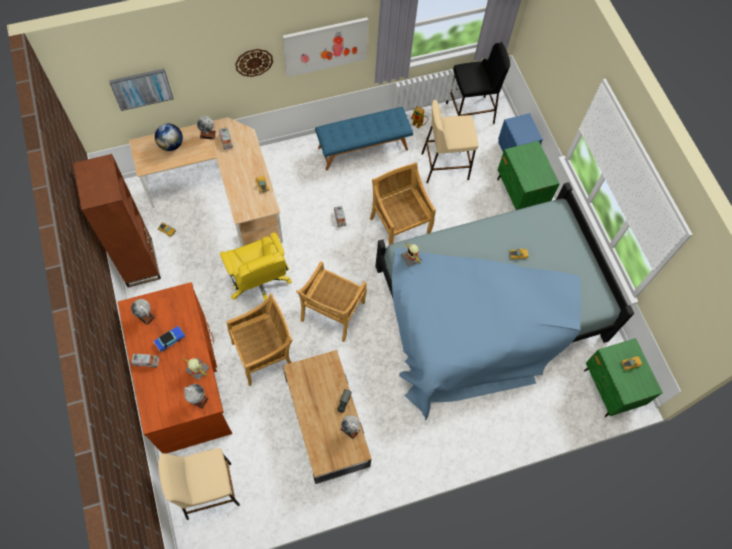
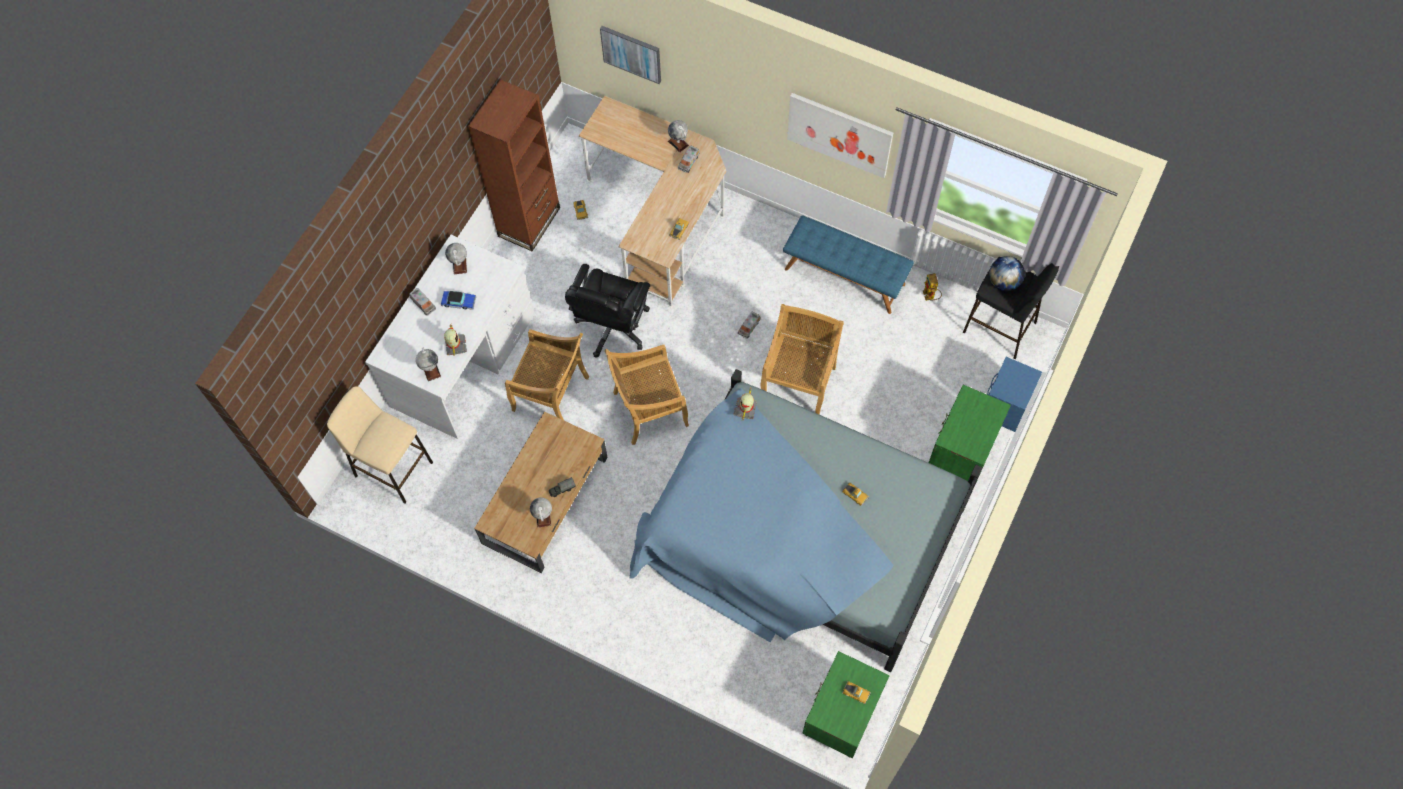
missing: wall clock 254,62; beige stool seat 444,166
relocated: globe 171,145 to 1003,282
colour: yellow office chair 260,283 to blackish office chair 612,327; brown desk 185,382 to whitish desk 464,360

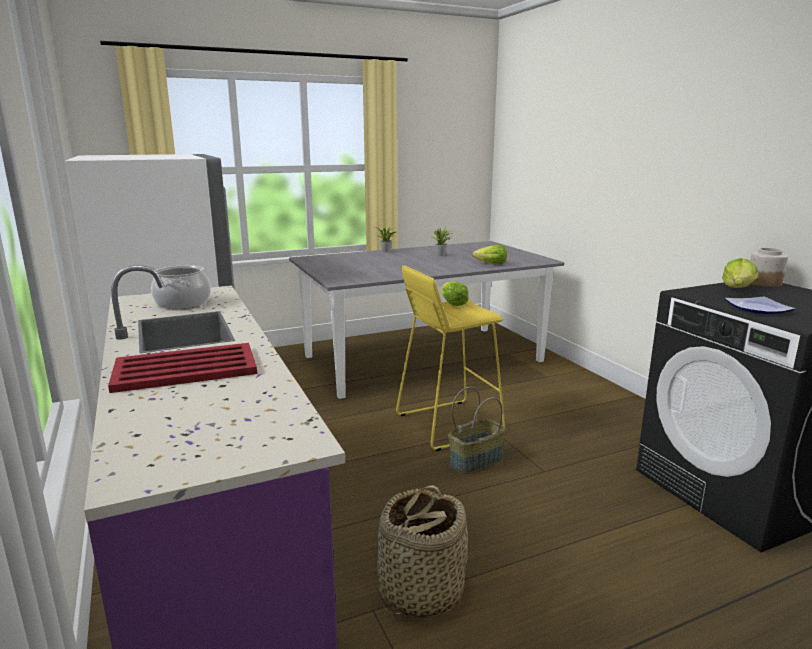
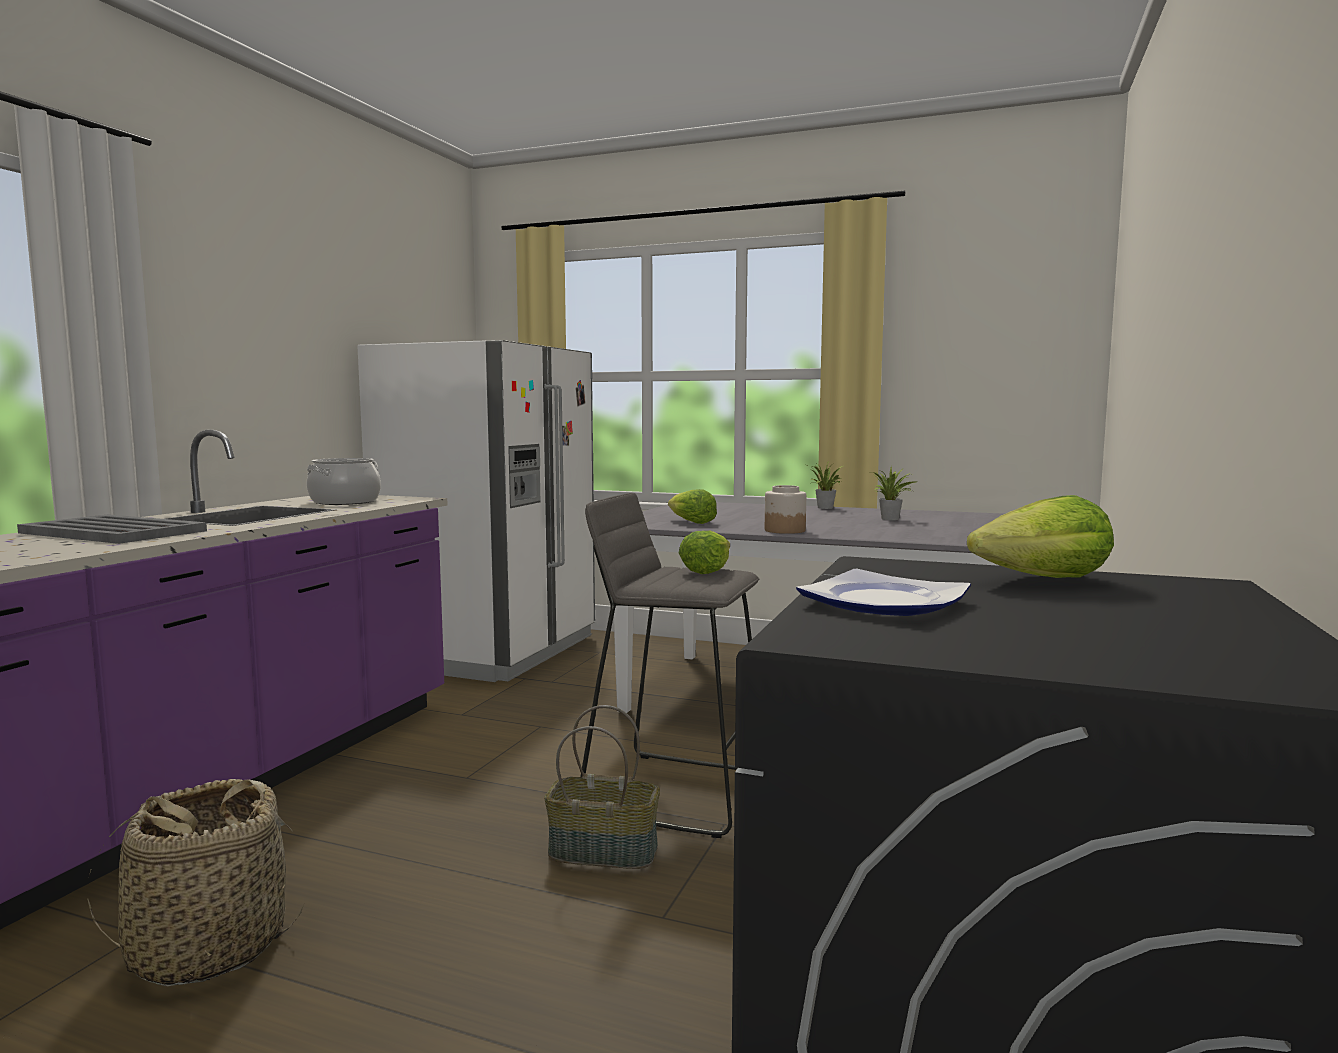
relocated: head of lettuce 491,264 to 690,522; jar 763,283 to 784,530
colour: yellow stool seat 448,424 to gray stool seat 676,792; reddish carrying tray 187,369 to gray carrying tray 113,532

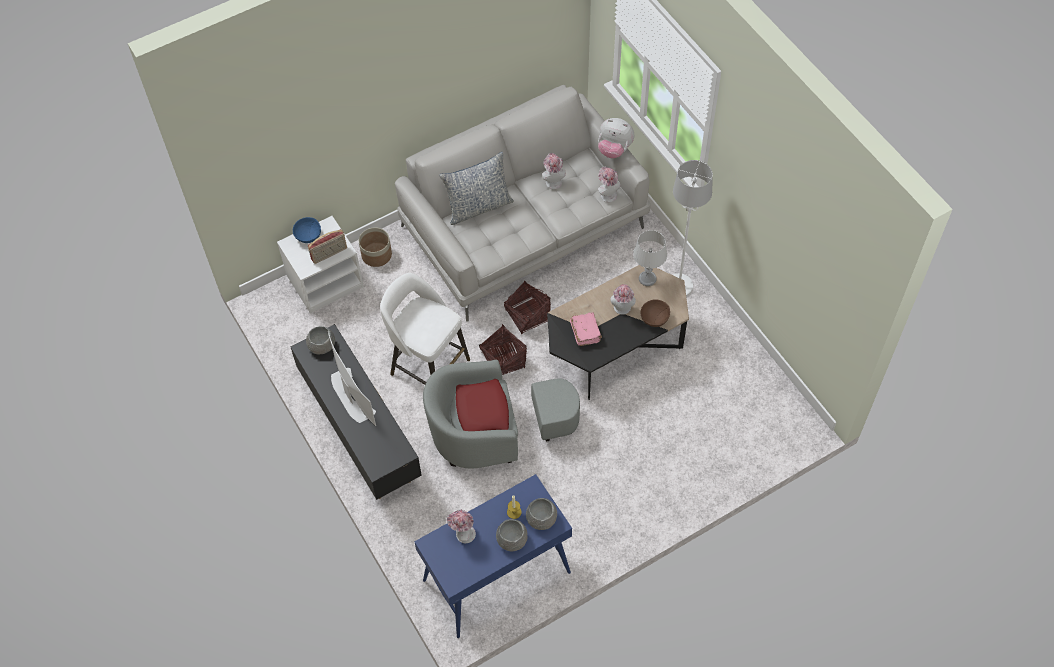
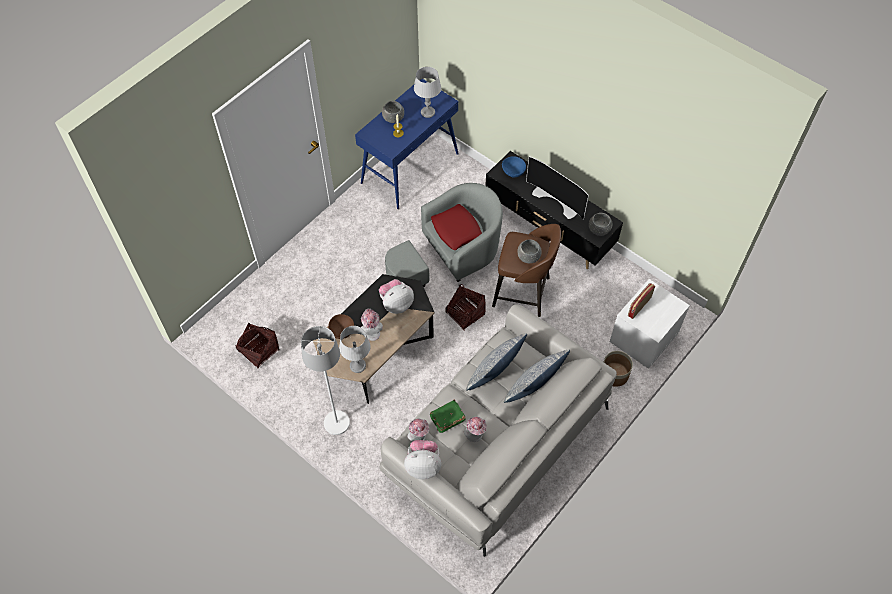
appeared: cushion 494,374; green volume 447,419
relocated: bluish deep dish 308,236 to 513,172; storage basket 527,315 to 259,351; gray deep dish 541,518 to 528,256
exchanged: pink-coloured volume 585,332 to plush toy 396,304; wearable hat 462,534 to gray table lamp 427,112
colour: whitish stool seat 428,365 to brown stool seat 523,292

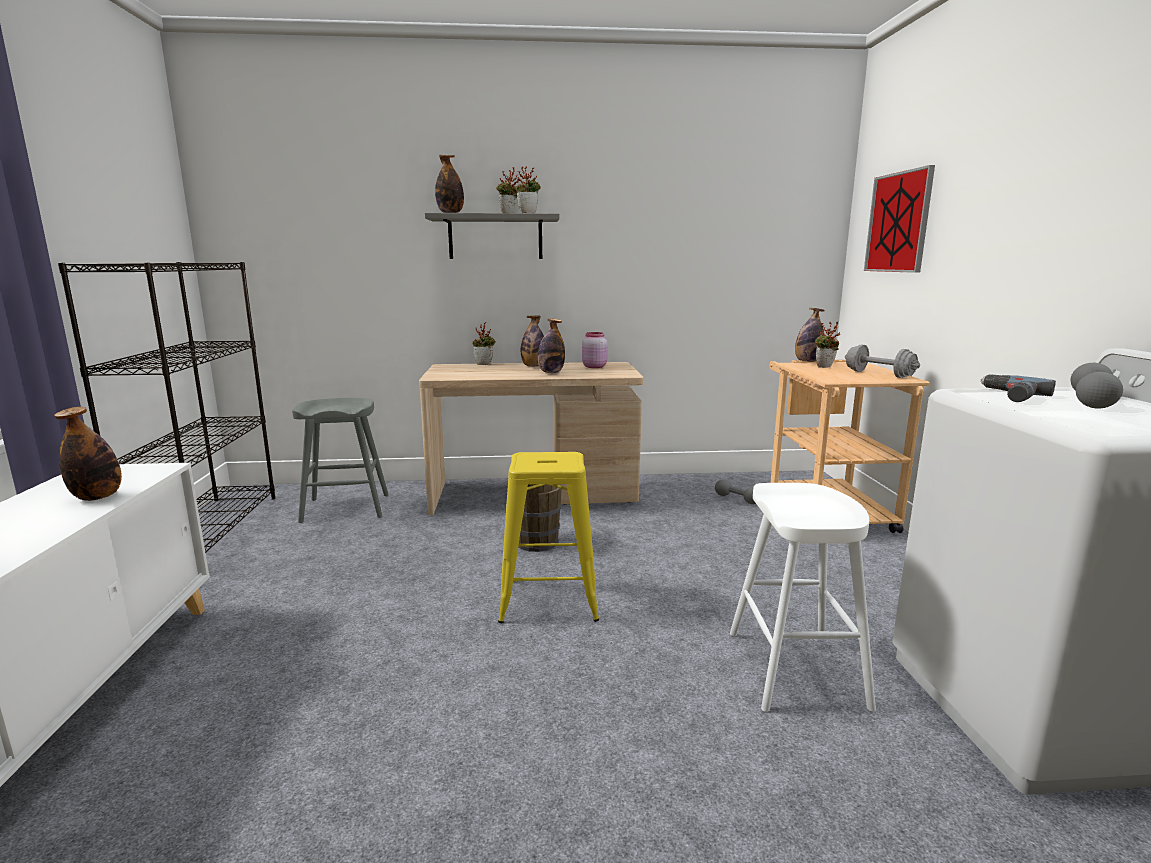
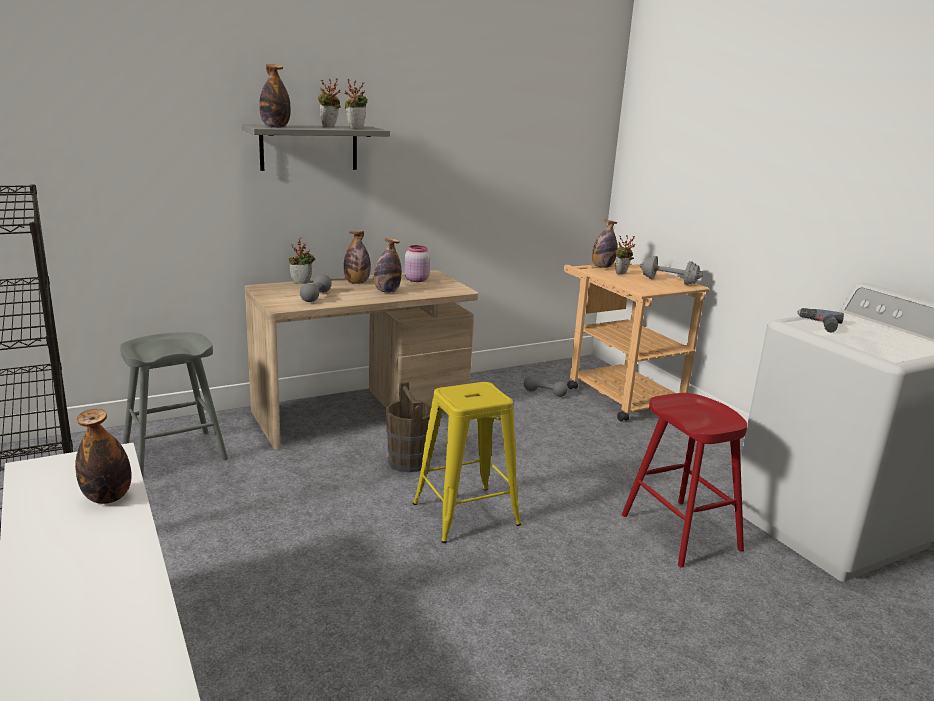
missing: wall picture 898,222
relocated: gray dumbbell 1091,401 to 316,297
colour: whitish stool seat 795,668 to reddish stool seat 680,532

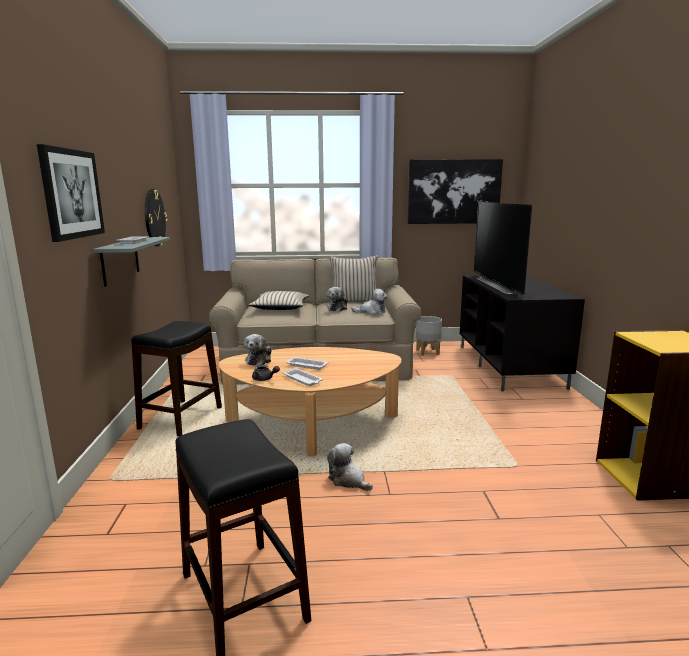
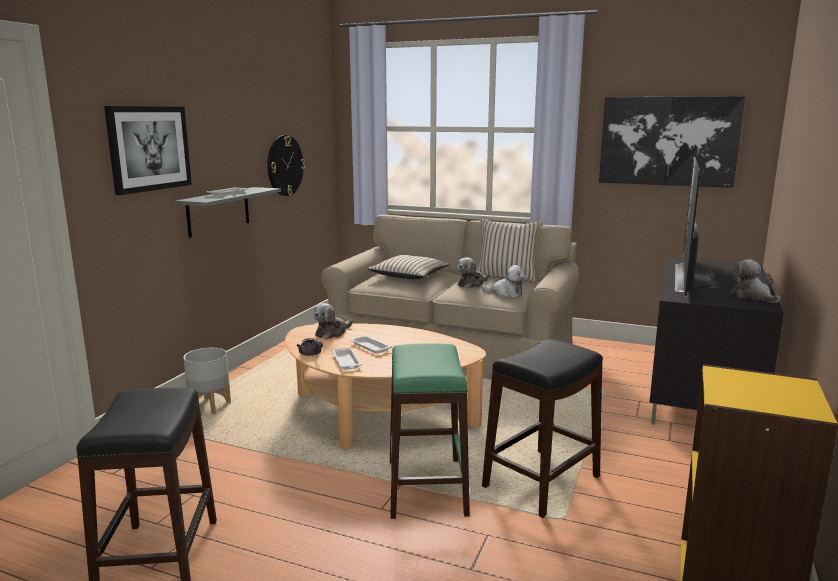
appeared: green stool seat 427,487
relocated: gray planter 427,352 to 209,407; blackish stool seat 180,418 to 540,481; plush toy 348,480 to 752,296

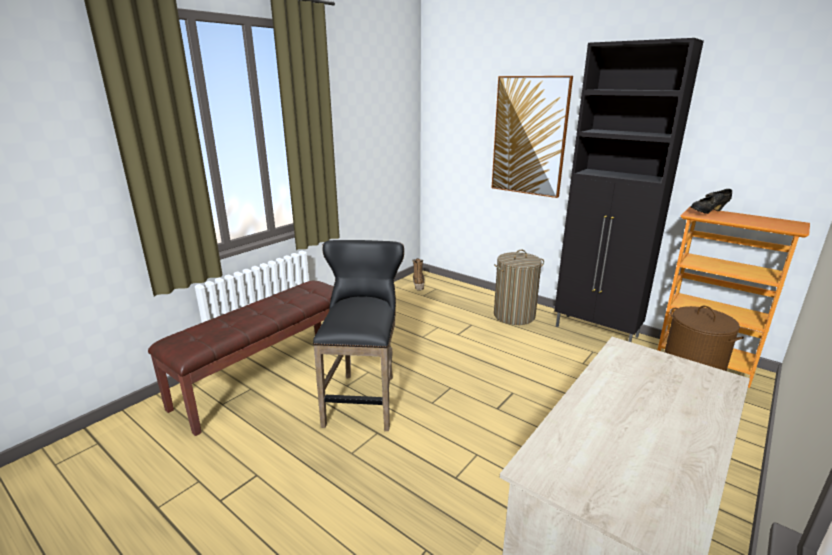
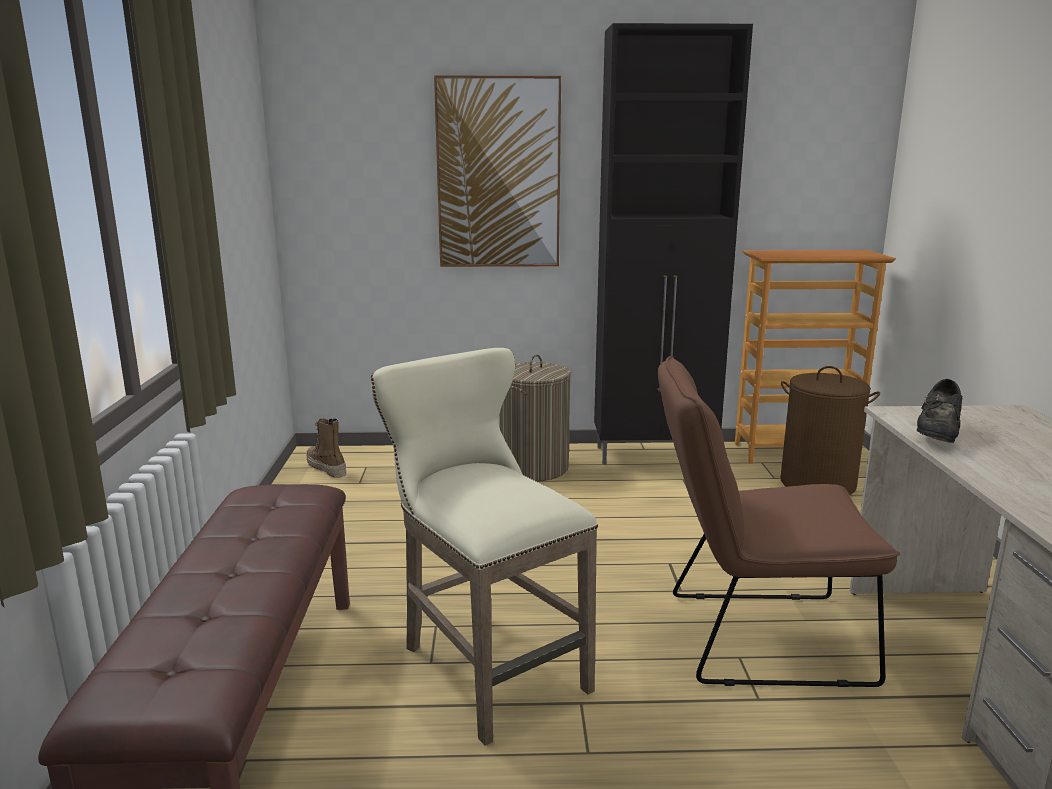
appeared: brown chair 752,637
relocated: blackish item of footwear 708,212 to 937,436
colour: blackish stool seat 364,397 to beige stool seat 485,665

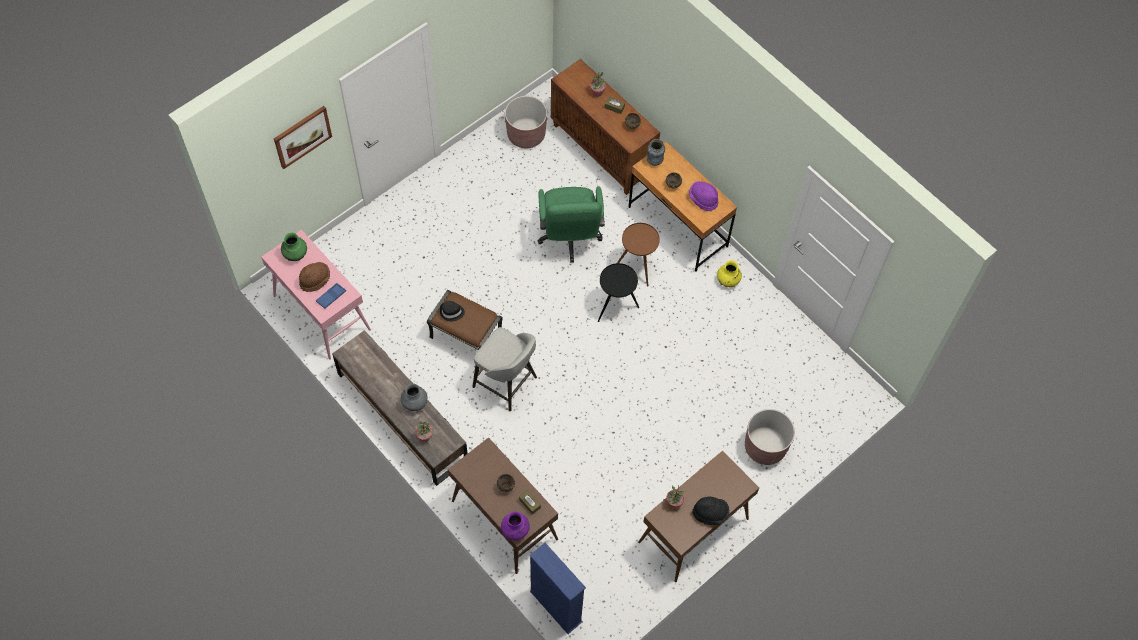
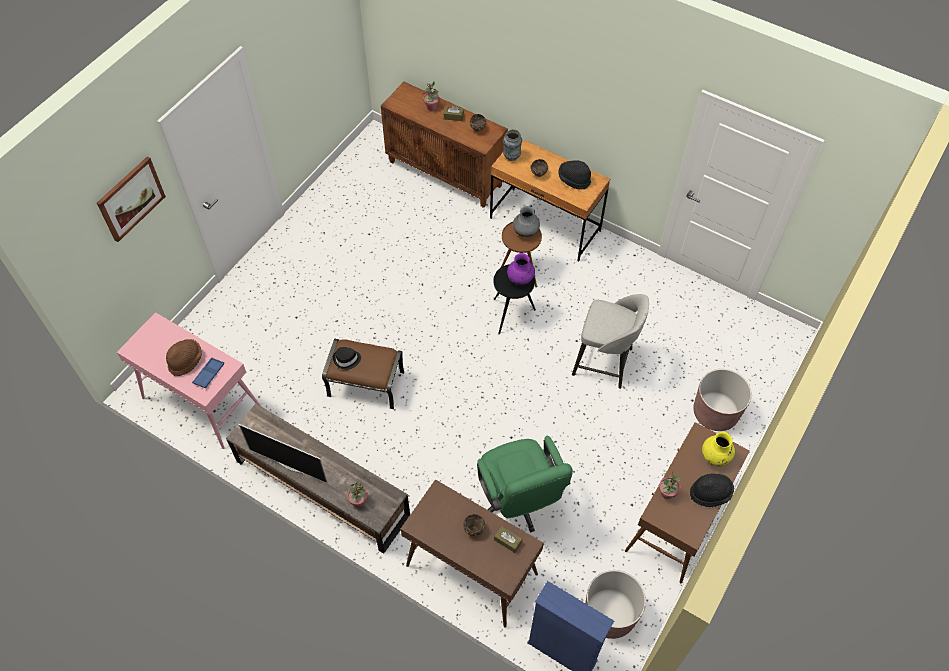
missing: green vase 295,254
appeared: television 291,466
relocated: brown planter 526,135 to 609,614; green office chair 569,239 to 518,502; yellow vase 728,281 to 715,457; gray stool seat 506,383 to 604,362; gray vase 415,403 to 525,232; purple-coloured vase 515,530 to 520,279
colour: purple-coloured wearable hat 703,199 to blackish wearable hat 574,180

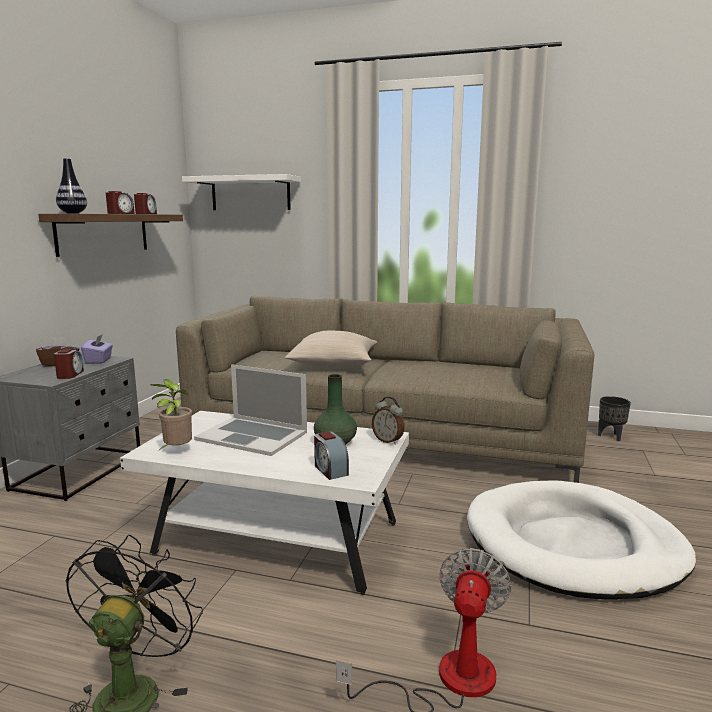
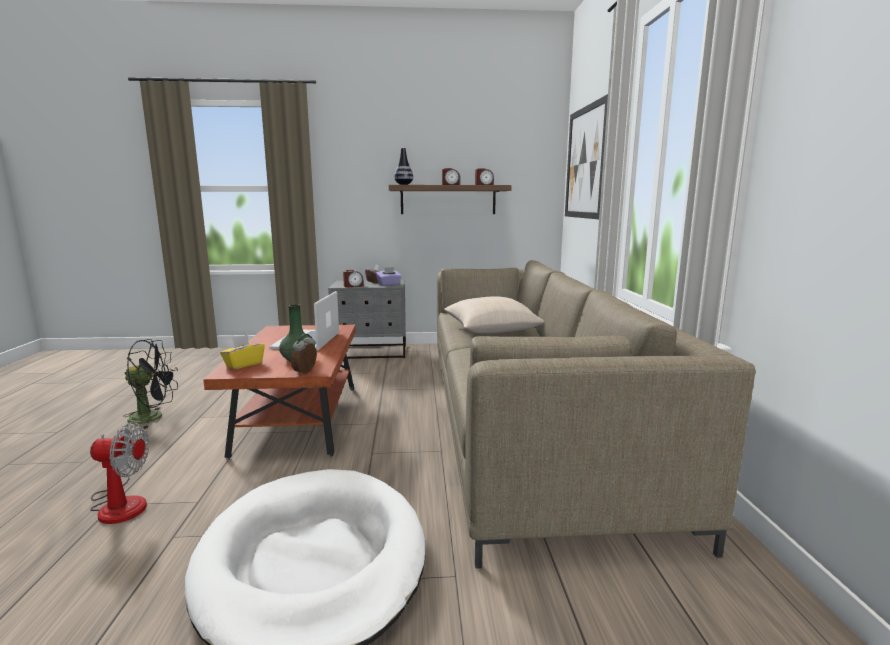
missing: plant in a pot 176,451; blackish planter 611,436
exchanged: whitish shelf 250,194 to wall picture 585,163; bedside clock 330,470 to yellow box of tissues 243,364
colour: whitish lounge table 277,539 to brown lounge table 299,419

